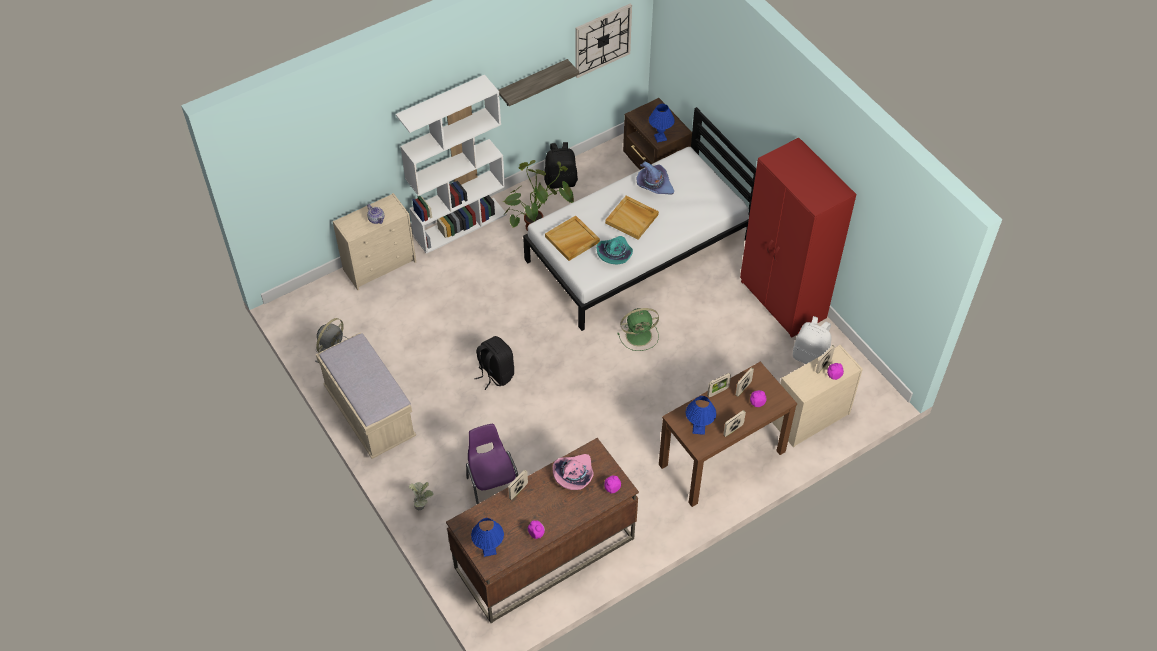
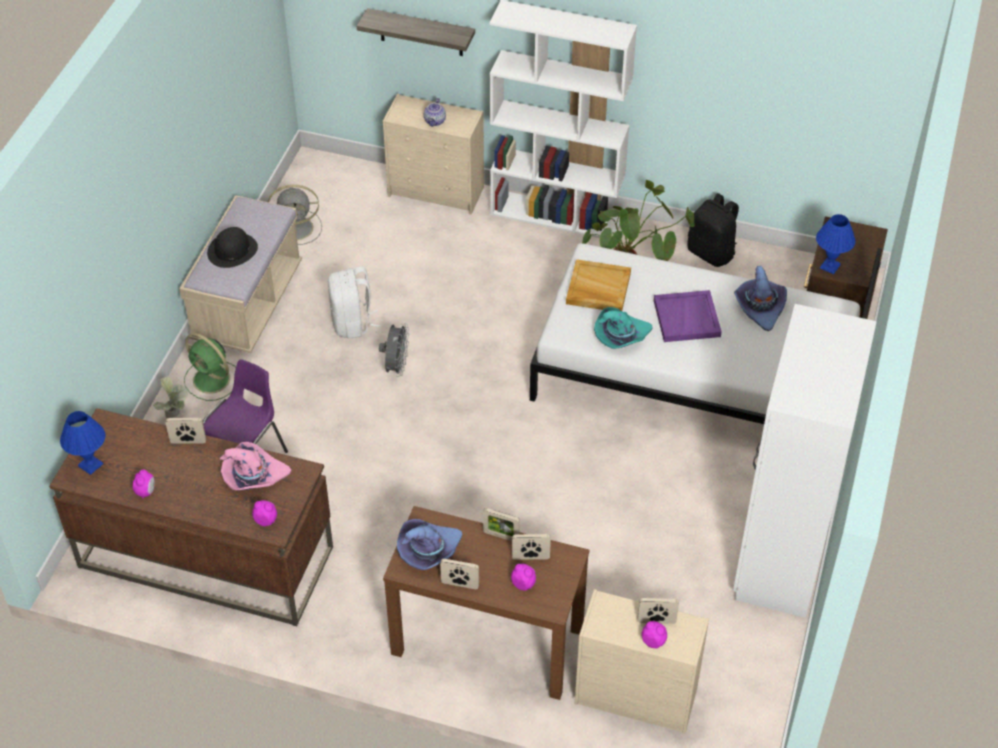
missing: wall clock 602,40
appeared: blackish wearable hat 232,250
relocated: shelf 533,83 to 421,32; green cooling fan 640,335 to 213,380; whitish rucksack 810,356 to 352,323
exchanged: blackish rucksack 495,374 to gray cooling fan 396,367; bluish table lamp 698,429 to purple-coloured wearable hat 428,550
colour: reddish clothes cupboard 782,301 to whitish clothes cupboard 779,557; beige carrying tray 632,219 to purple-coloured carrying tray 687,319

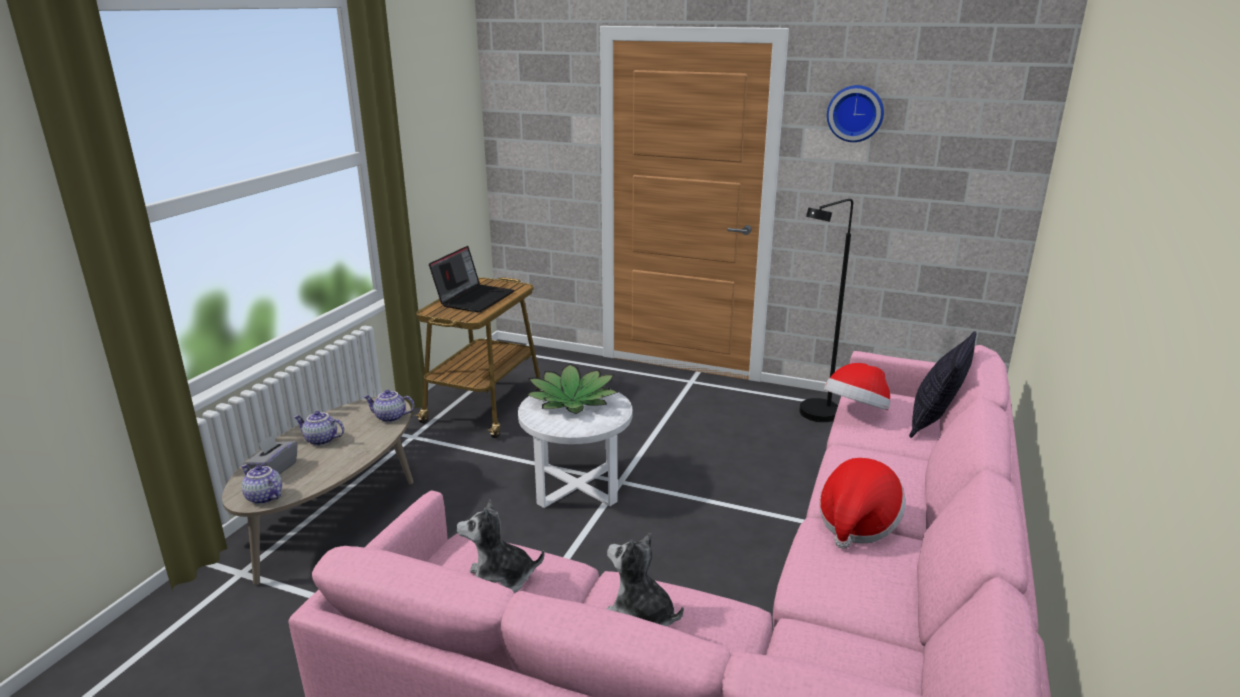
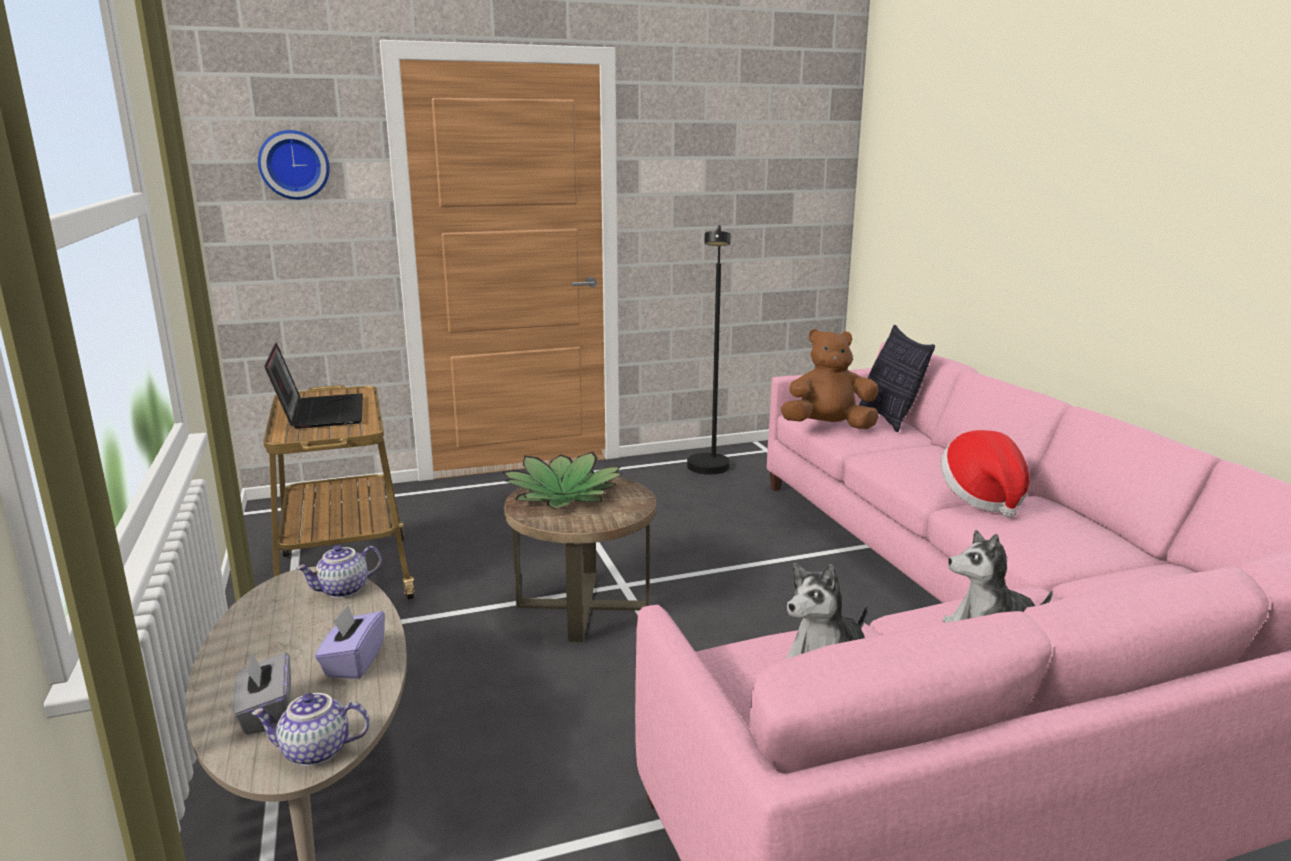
missing: pot for tea 320,440
appeared: purple-coloured box of tissues 353,662
relocated: wall clock 855,113 to 294,165
exchanged: wearable hat 856,411 to brown plush toy 828,427
colour: whitish side table 577,484 to brown side table 583,605

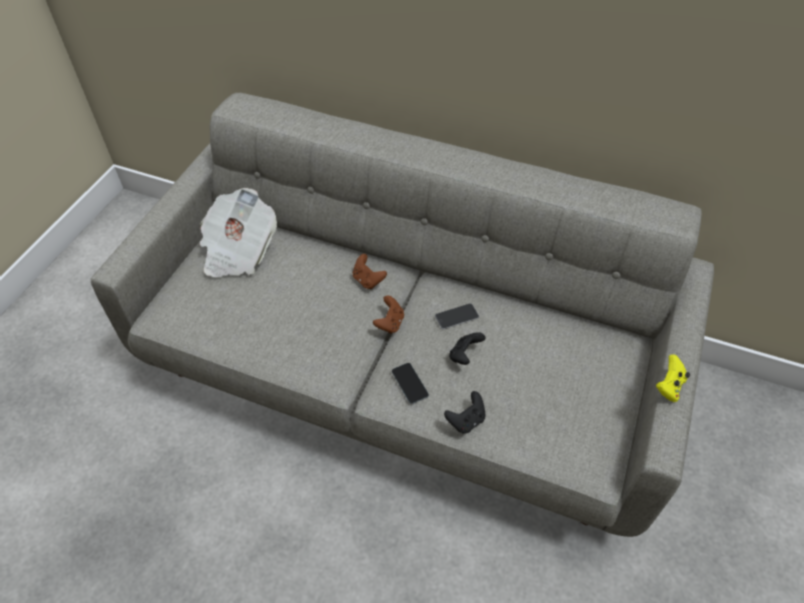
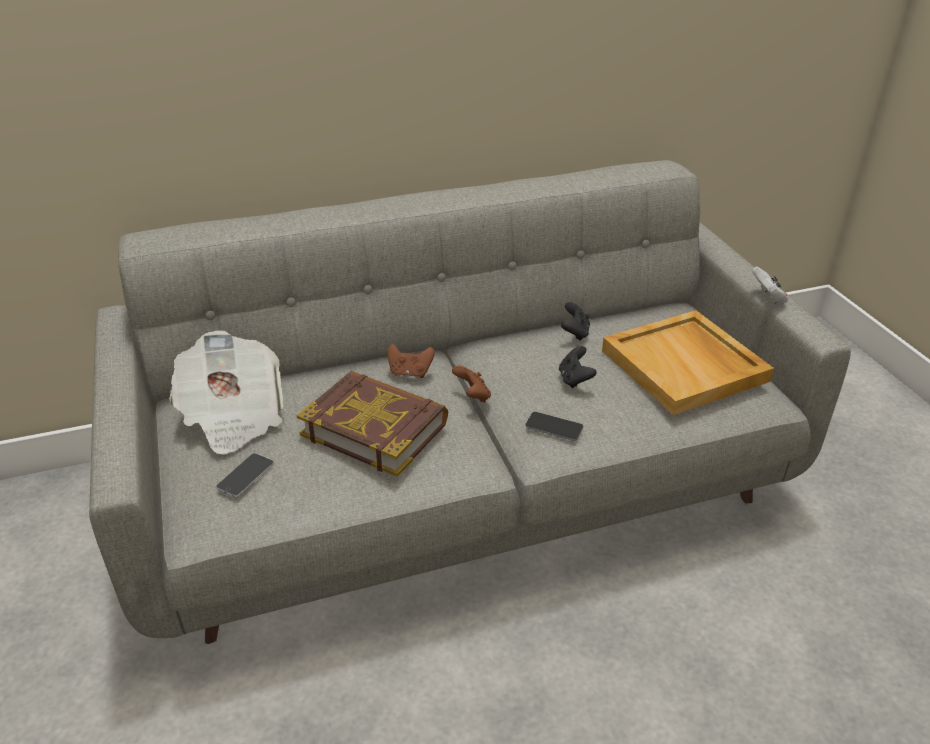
appeared: beige carrying tray 685,366; volume 375,428
relocated: handset 456,316 to 245,475; blackish gamepad 466,420 to 575,333
colour: yellow gamepad 669,386 to whitish gamepad 768,297

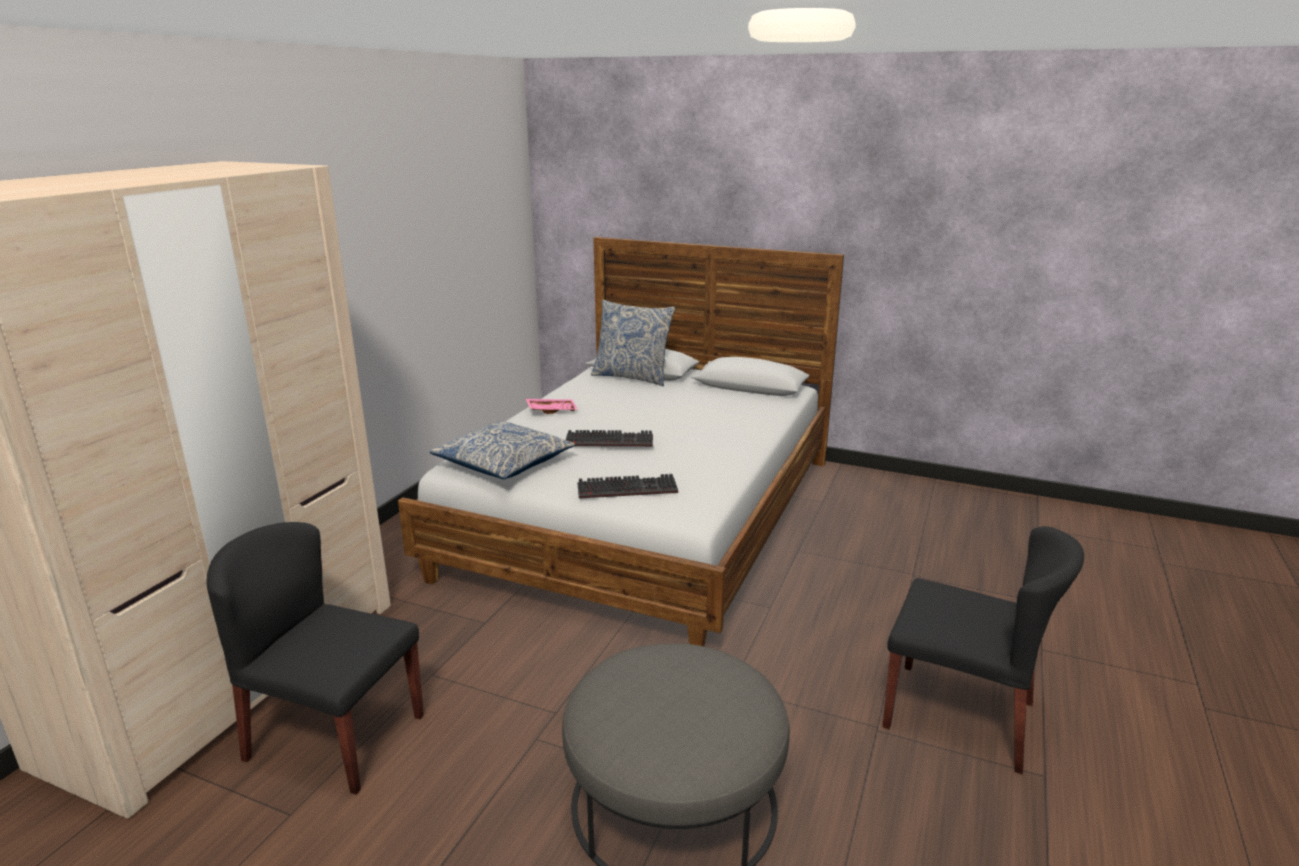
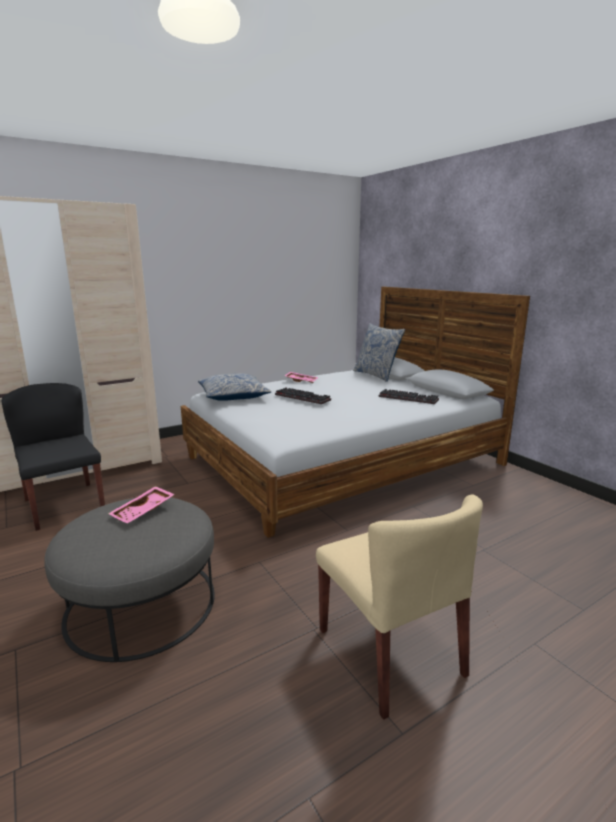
appeared: pink-coloured carrying tray 143,512
relocated: PC keyboard 628,488 to 409,398
colour: blackish chair 960,715 to beige chair 390,652

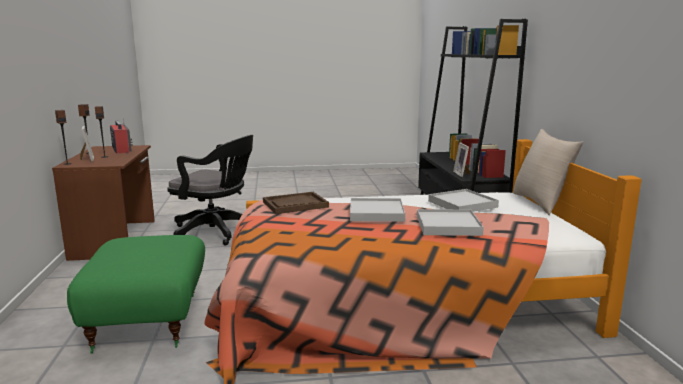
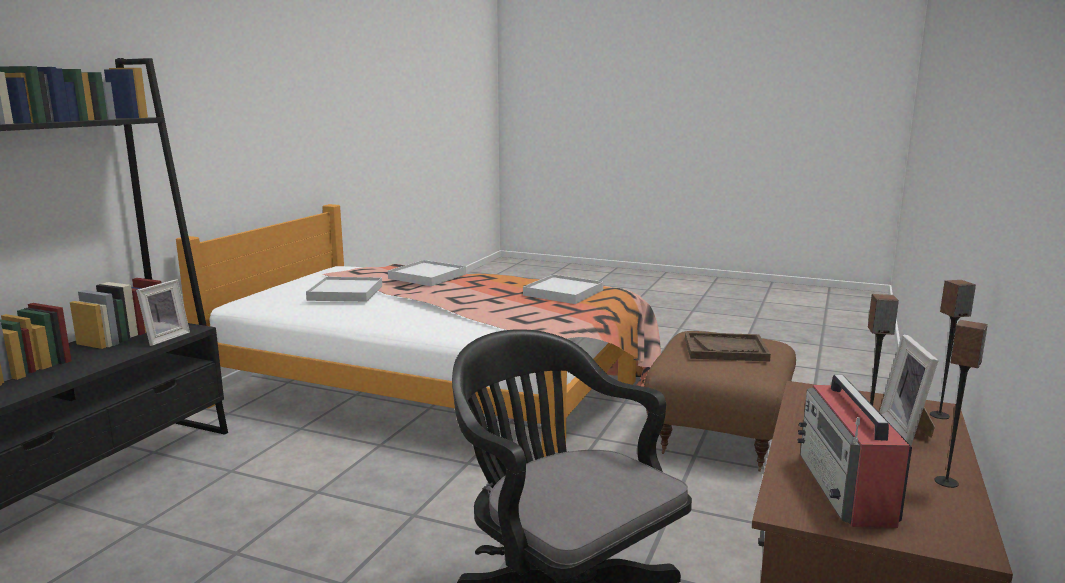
missing: beige cushion 541,203
relocated: brown carrying tray 295,205 to 725,349; whitish carrying tray 376,213 to 563,293
colour: green footrest 150,321 to brown footrest 717,434

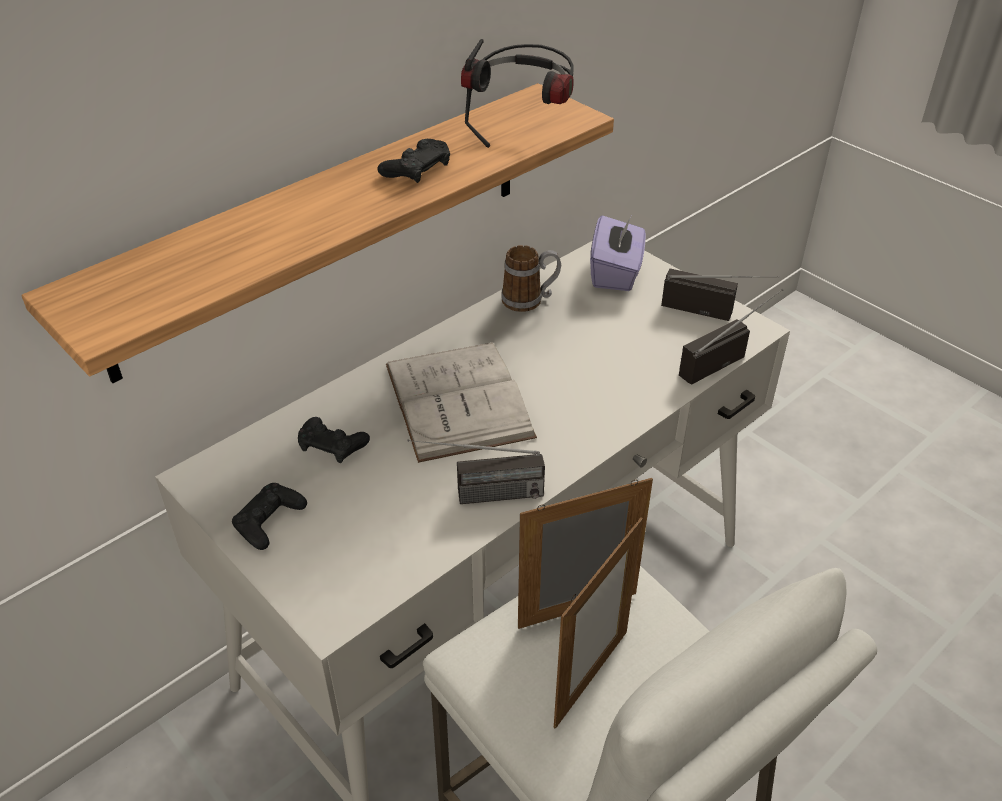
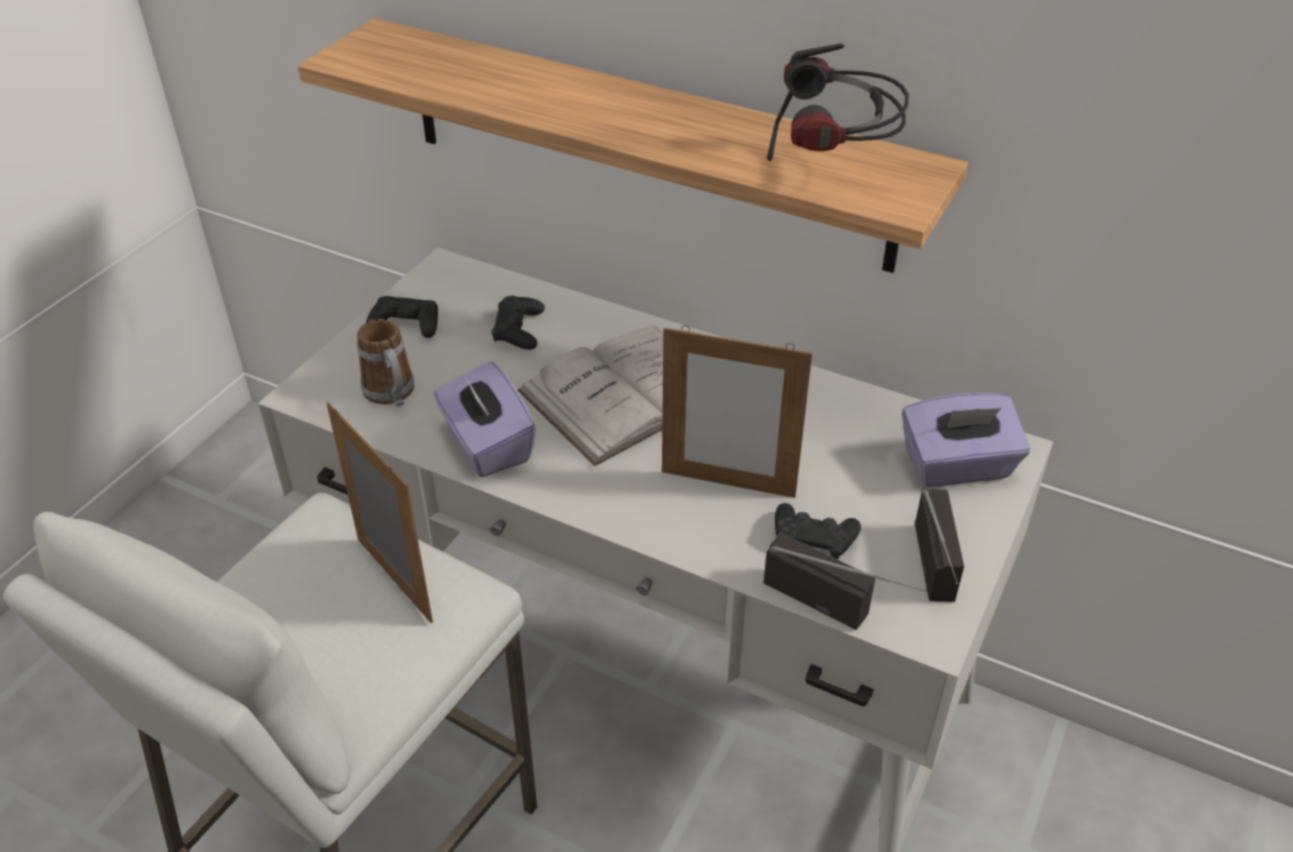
relocated: blackish gamepad 417,169 to 813,537; mug 530,300 to 392,395; photo frame 591,678 to 728,484
exchanged: radio receiver 478,496 to purple-coloured box of tissues 487,445

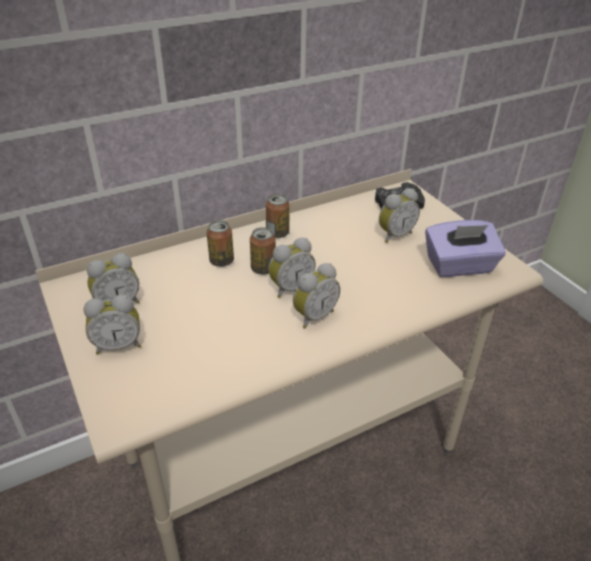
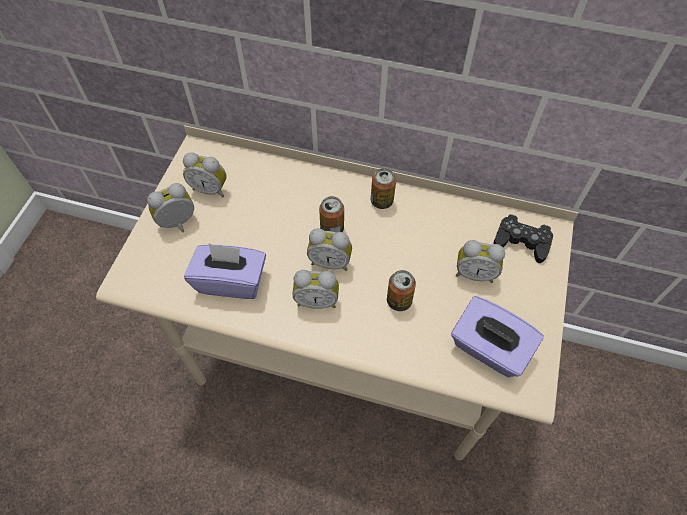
appeared: purple-coloured box of tissues 231,281
relocated: can 221,261 to 399,301
spun: bedside clock 118,345 = 179,224 120 degrees clockwise

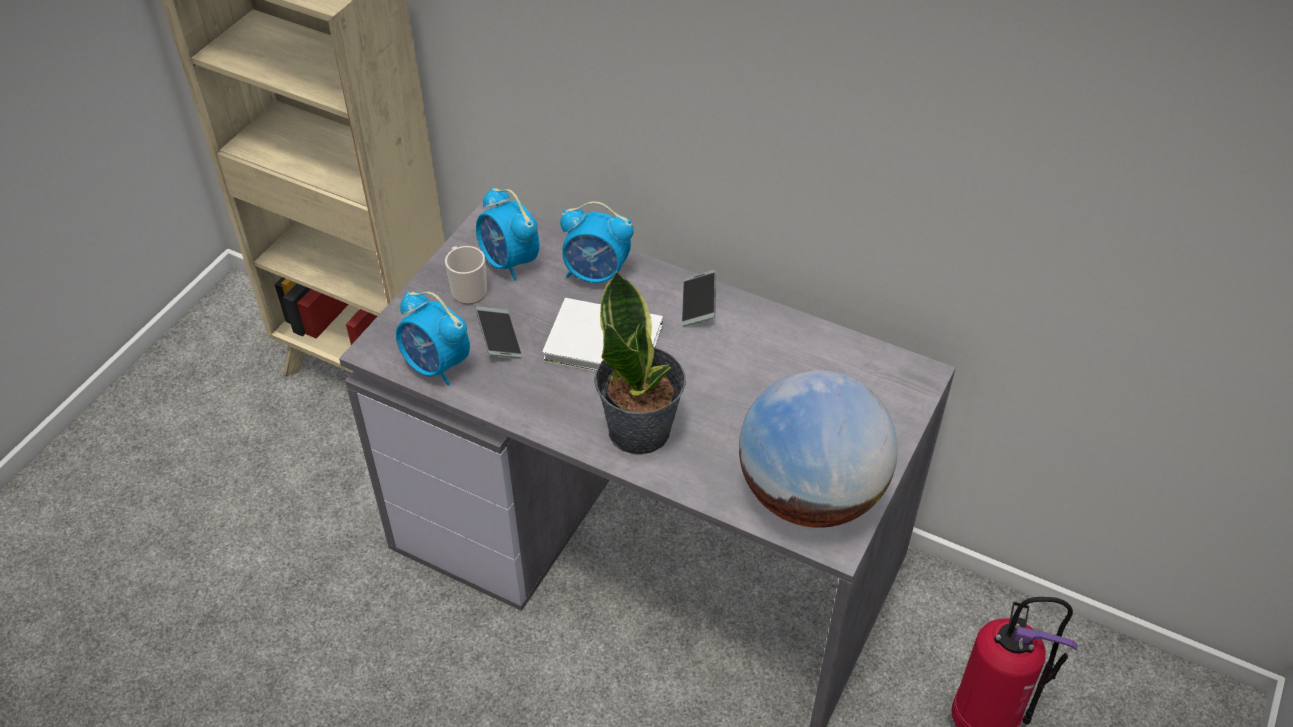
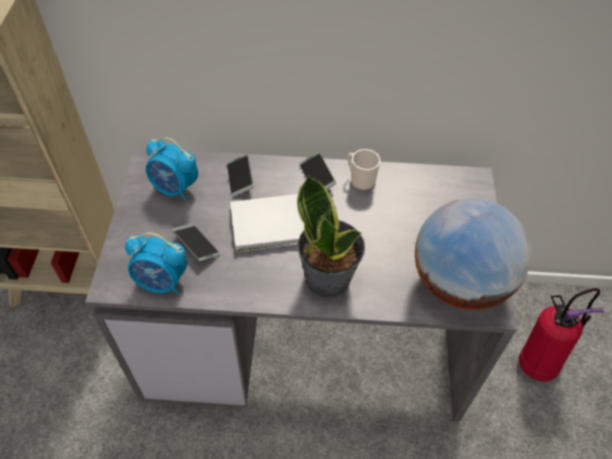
relocated: mug 467,289 to 360,179
exchanged: bedside clock 597,275 to handset 240,178

